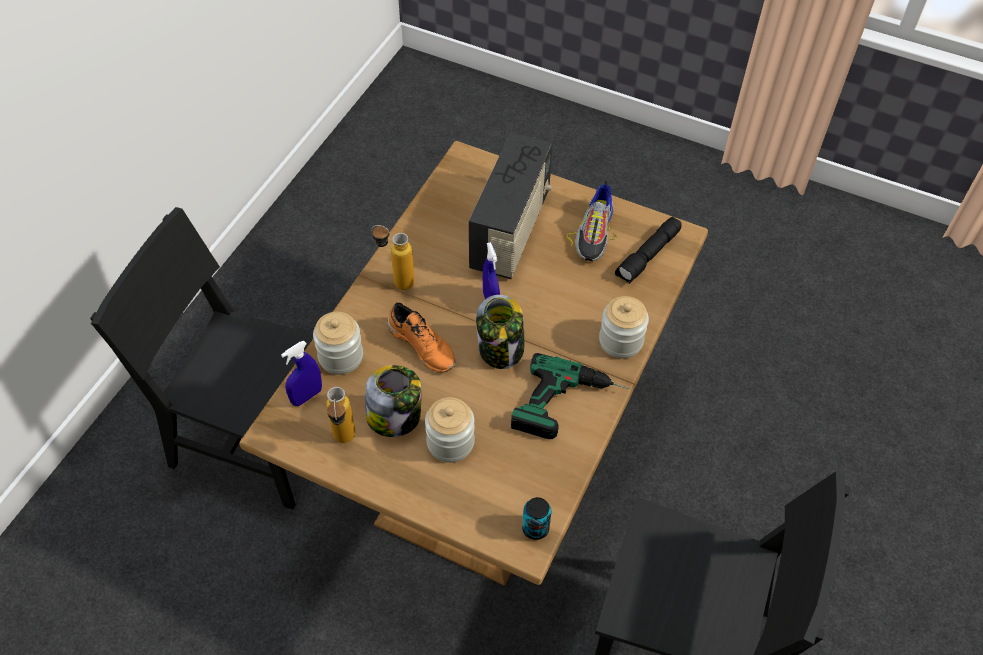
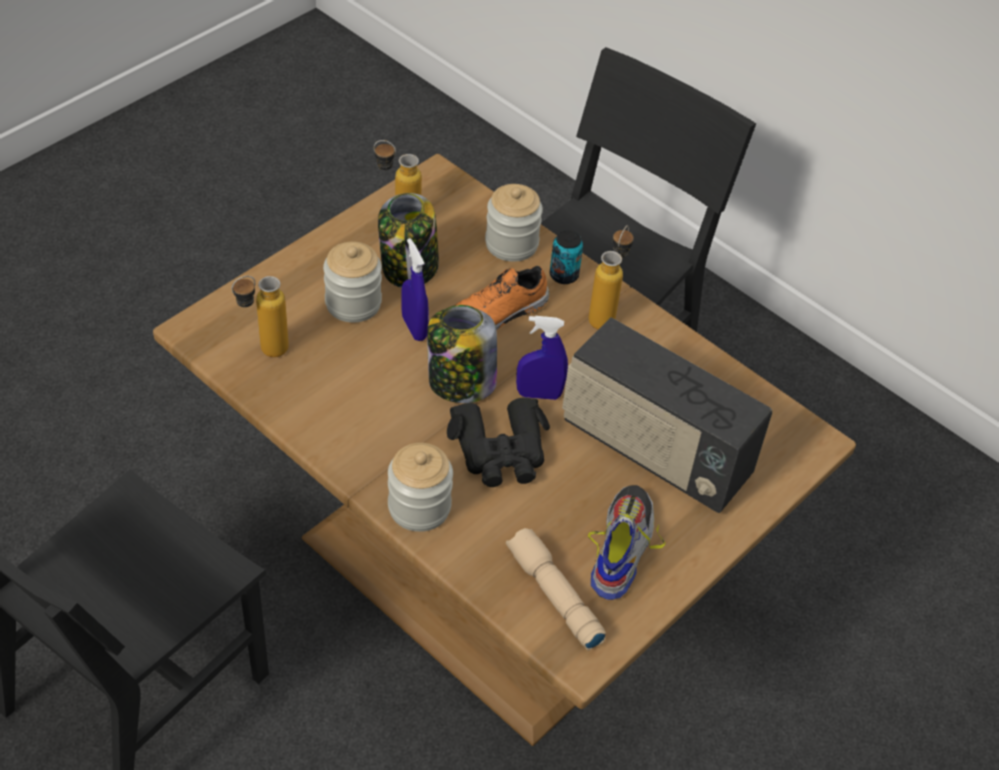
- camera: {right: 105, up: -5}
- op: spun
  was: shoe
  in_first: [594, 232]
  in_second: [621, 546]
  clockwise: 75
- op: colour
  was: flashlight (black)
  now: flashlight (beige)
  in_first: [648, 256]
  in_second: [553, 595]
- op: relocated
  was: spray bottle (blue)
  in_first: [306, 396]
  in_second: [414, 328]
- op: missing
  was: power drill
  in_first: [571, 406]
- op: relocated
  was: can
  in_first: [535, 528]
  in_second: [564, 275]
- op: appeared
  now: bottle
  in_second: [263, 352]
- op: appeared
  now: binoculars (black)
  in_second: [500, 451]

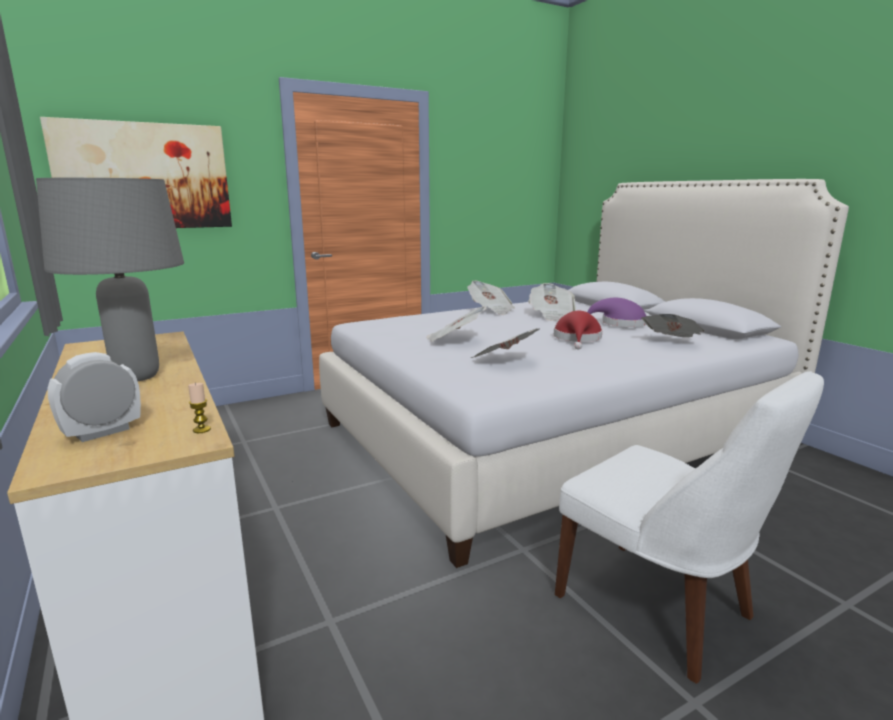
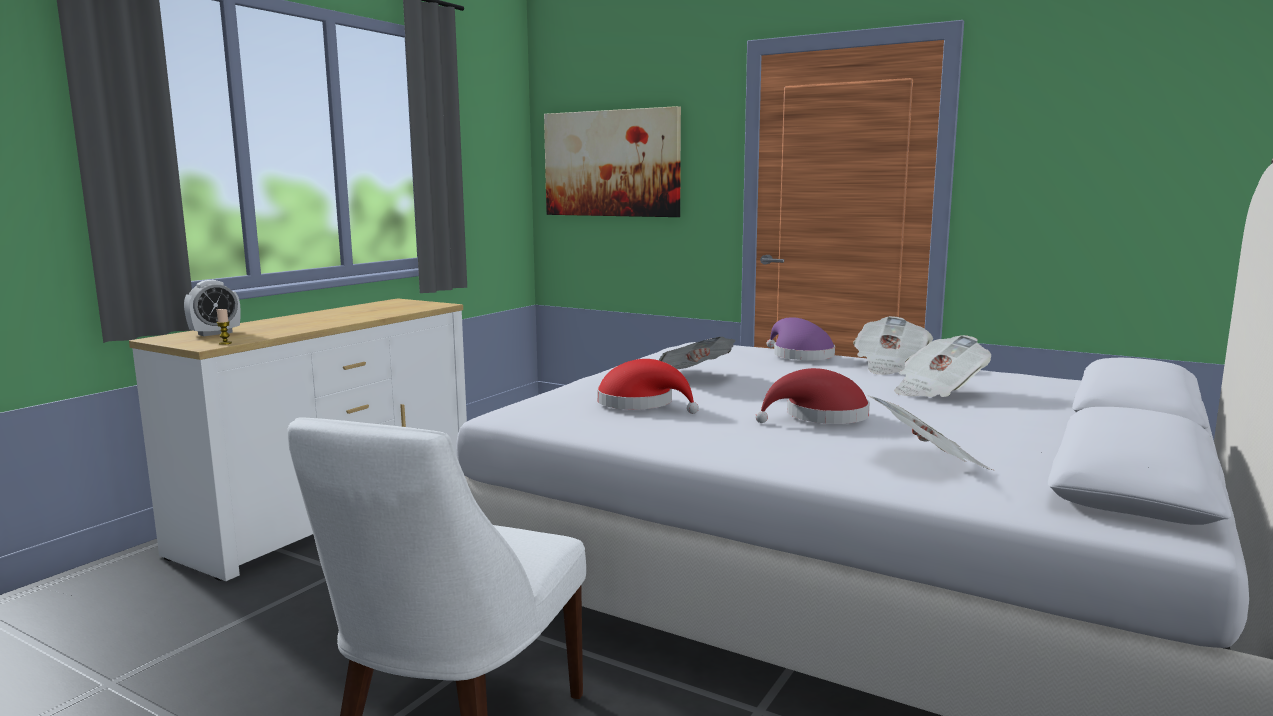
- camera: {right: 60, up: -5}
- op: missing
  was: table lamp (grey)
  in_first: [137, 377]
- op: relocated
  was: hat (purple)
  in_first: [619, 324]
  in_second: [799, 355]
- op: exchanged
  was: newspaper
  now: hat (red)
  in_first: [504, 361]
  in_second: [641, 404]
- op: spun
  was: alarm clock
  in_first: [103, 432]
  in_second: [215, 333]
  clockwise: 120

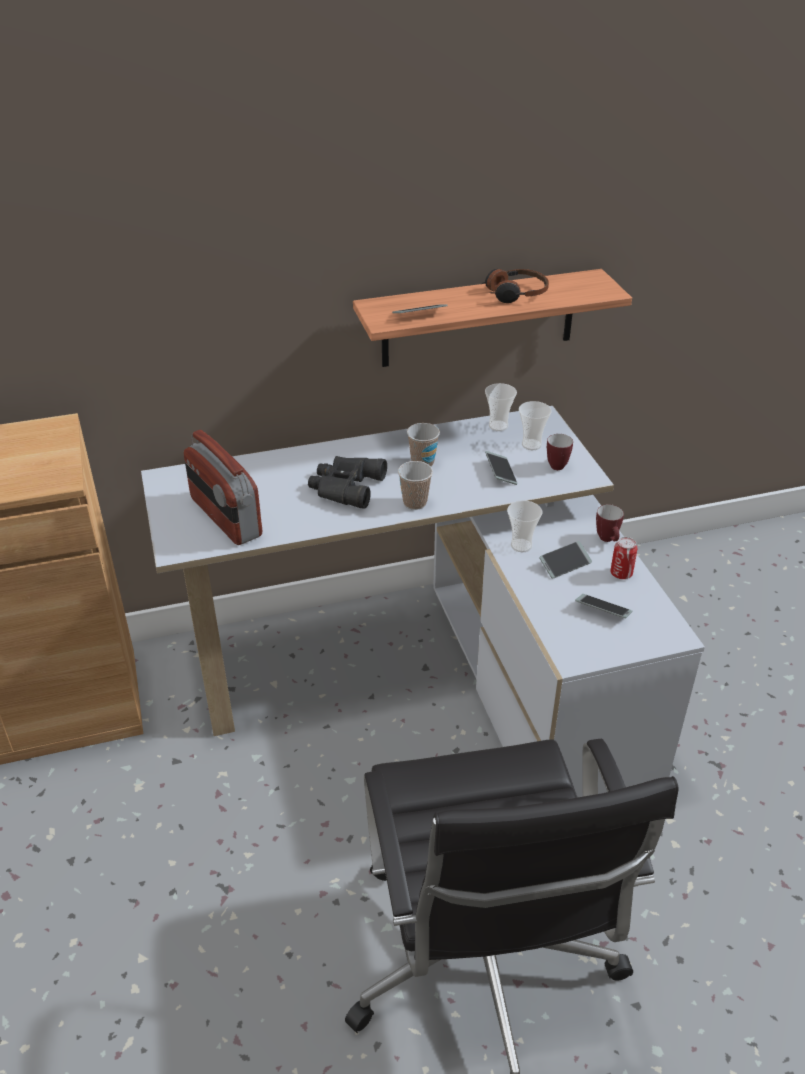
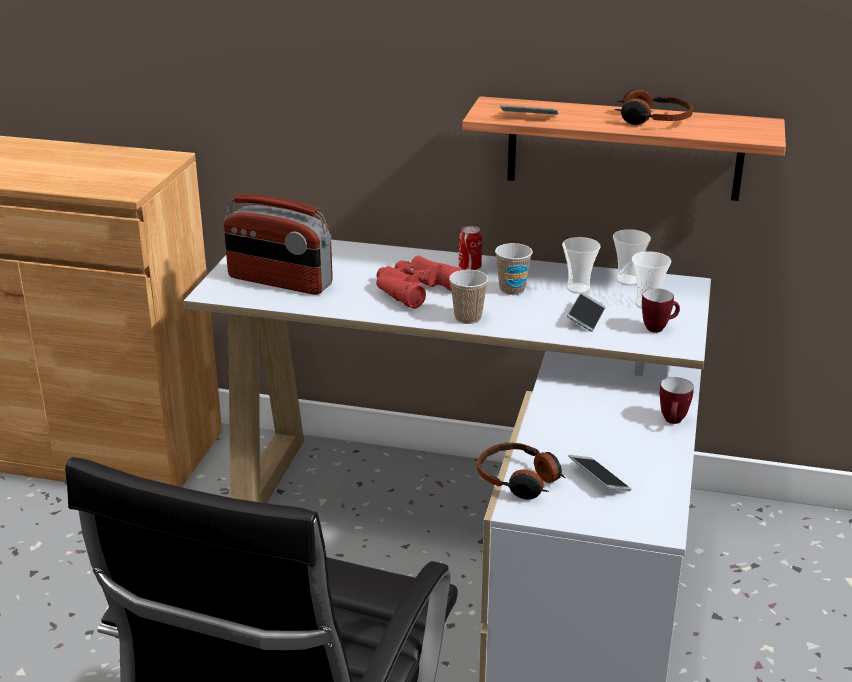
- camera: {right: 30, up: -10}
- op: spun
  was: radio
  in_first: [225, 517]
  in_second: [279, 282]
  clockwise: -60
- op: colour
  was: binoculars (black)
  now: binoculars (red)
  in_first: [344, 487]
  in_second: [413, 288]
- op: relocated
  was: cup
  in_first: [521, 545]
  in_second: [578, 288]
- op: relocated
  was: can
  in_first: [621, 573]
  in_second: [470, 267]
- op: missing
  was: phone
  in_first: [565, 564]
- op: appeared
  now: headphones
  in_second: [519, 480]

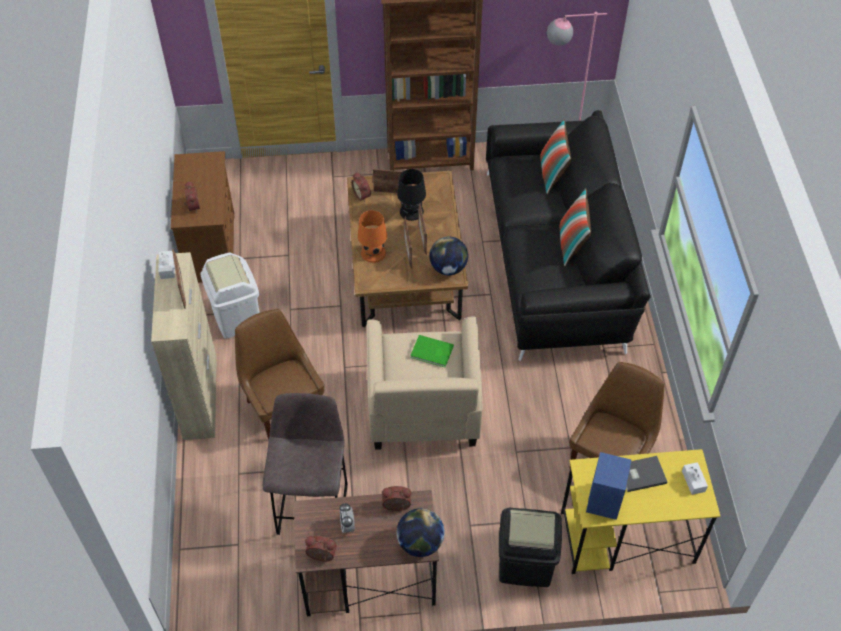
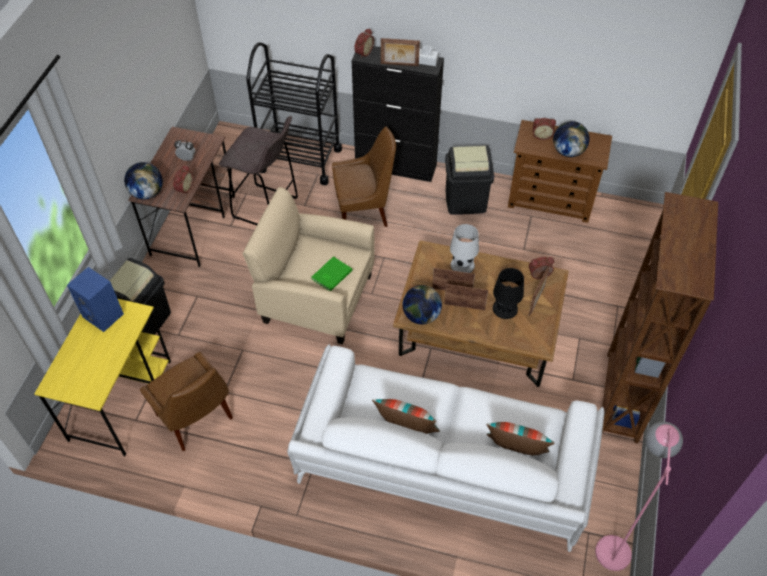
- camera: {right: 110, up: 0}
- op: colour
  was: sofa (black)
  now: sofa (white)
  in_first: [556, 259]
  in_second: [442, 467]
- op: colour
  was: table lamp (orange)
  now: table lamp (white)
  in_first: [373, 253]
  in_second: [462, 265]
- op: colour
  was: cabinet (beige)
  now: cabinet (black)
  in_first: [200, 396]
  in_second: [396, 166]
- op: colour
  was: trash can (white)
  now: trash can (black)
  in_first: [236, 317]
  in_second: [465, 201]
- op: missing
  was: book (grey)
  in_first: [641, 474]
- op: missing
  was: tissue box (white)
  in_first: [693, 481]
- op: relocated
  was: alarm clock
  in_first: [321, 556]
  in_second: [363, 52]
- op: appeared
  now: cart (black)
  in_second: [300, 159]
- op: appeared
  now: globe
  in_second: [568, 152]

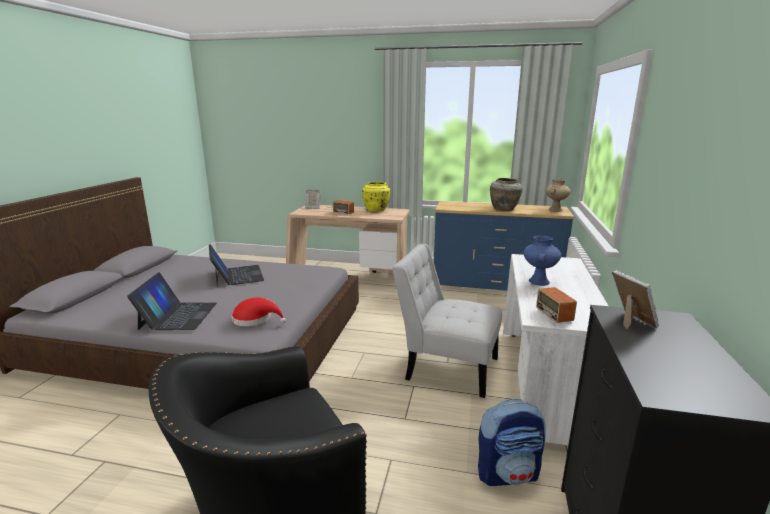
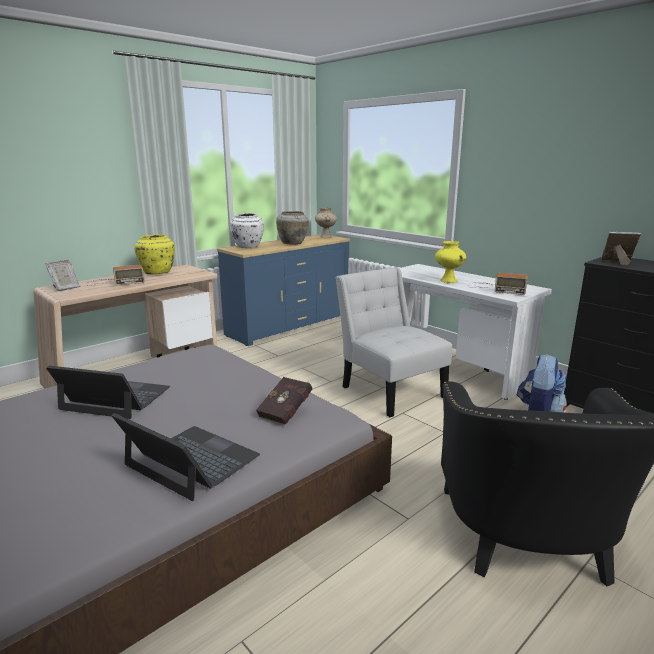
- camera: {right: -55, up: 0}
- op: colour
  was: vase (blue)
  now: vase (yellow)
  in_first: [538, 281]
  in_second: [448, 281]
- op: spun
  was: chair (white)
  in_first: [446, 367]
  in_second: [390, 390]
  clockwise: 90
- op: exchanged
  was: hat (red)
  now: book (red)
  in_first: [255, 319]
  in_second: [287, 412]
- op: appeared
  now: vase (white)
  in_second: [247, 247]

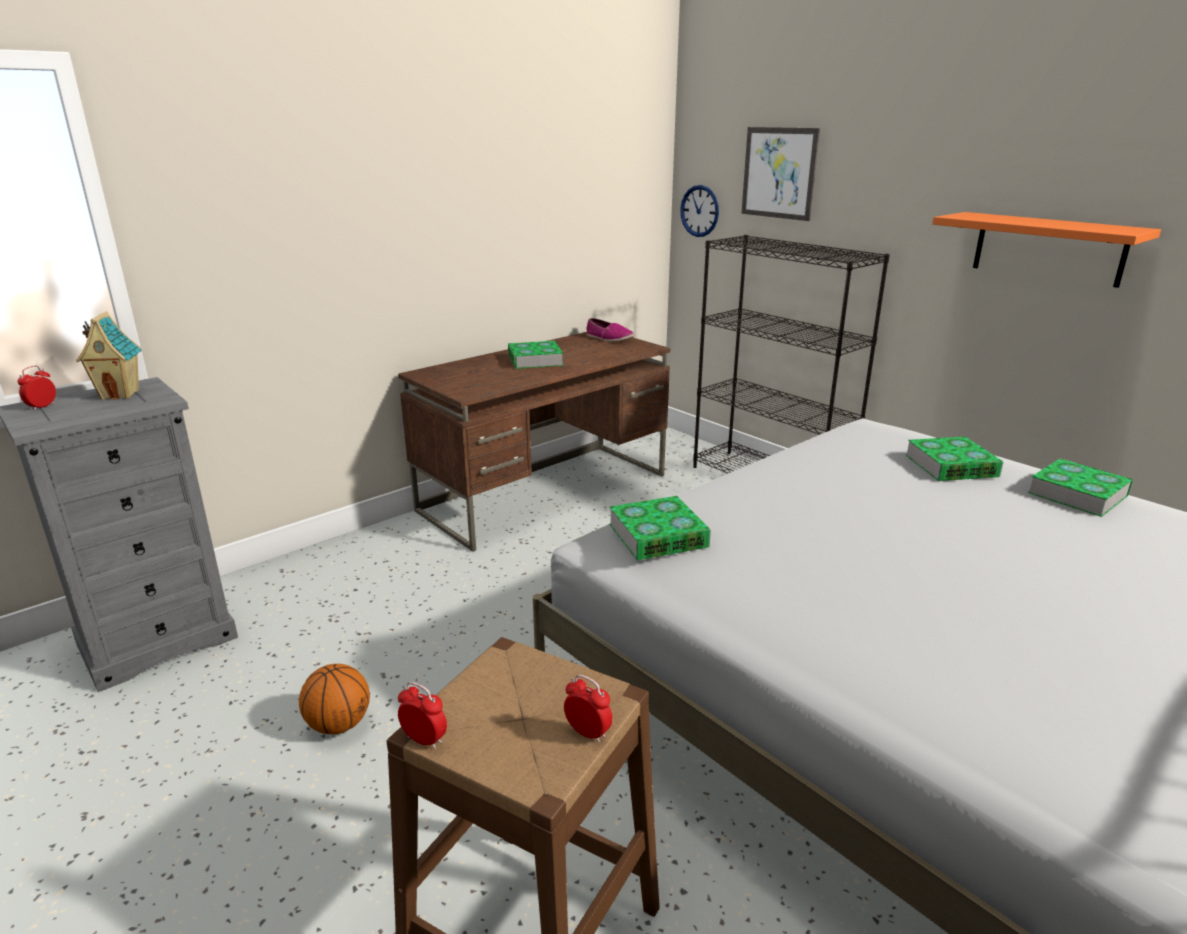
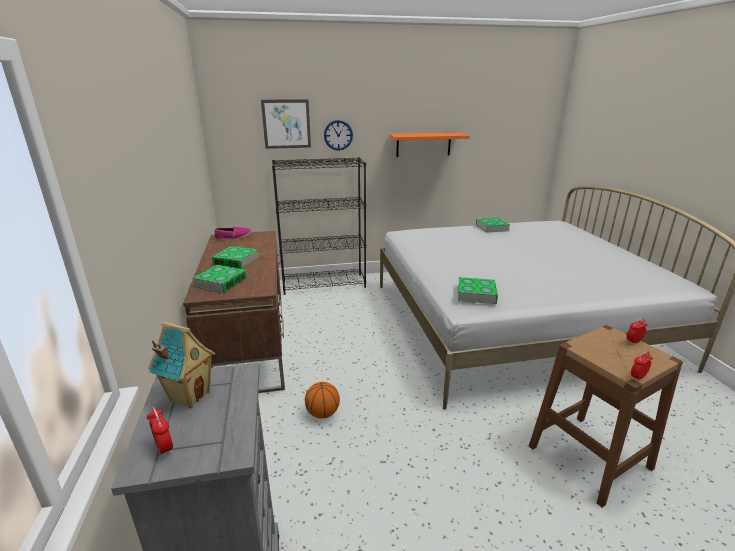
- camera: {right: -60, up: 0}
- op: relocated
  was: wall clock
  in_first: [699, 211]
  in_second: [338, 135]
- op: relocated
  was: book
  in_first: [951, 466]
  in_second: [221, 282]
- op: relocated
  was: basketball
  in_first: [339, 725]
  in_second: [322, 413]

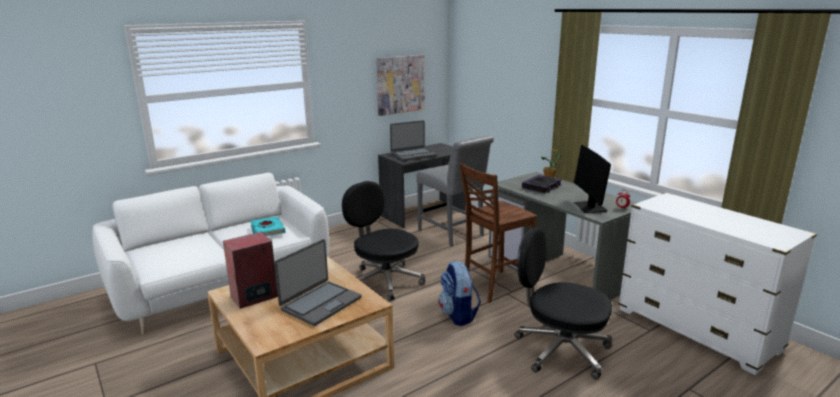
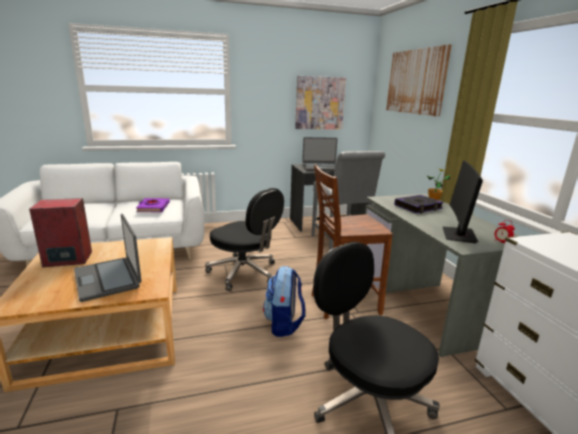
- camera: {right: 20, up: 0}
- op: spun
  was: office chair (black)
  in_first: [384, 281]
  in_second: [244, 273]
  clockwise: 150
- op: colour
  was: book (turquoise)
  now: book (purple)
  in_first: [267, 230]
  in_second: [153, 207]
- op: spun
  was: laptop
  in_first: [320, 303]
  in_second: [108, 279]
  clockwise: 90
- op: appeared
  now: picture
  in_second: [415, 82]

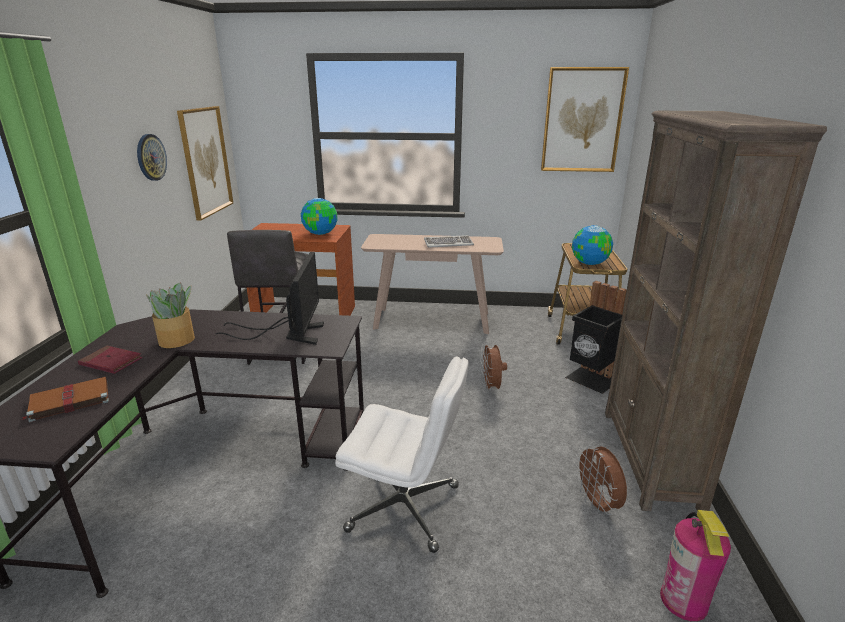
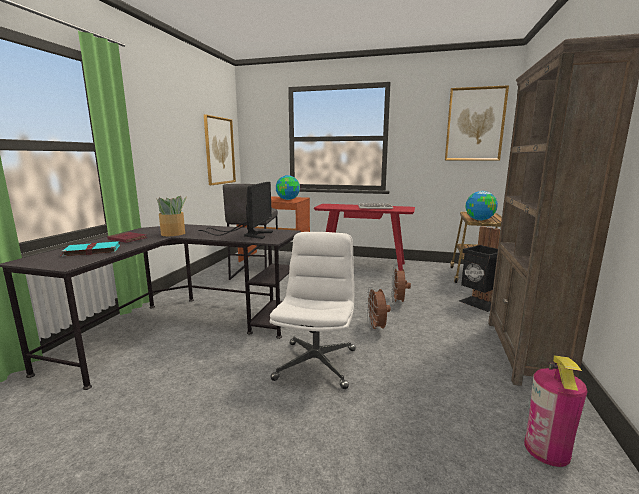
- camera: {right: 10, up: -10}
- op: missing
  was: wall clock
  in_first: [151, 157]
- op: colour
  was: console table (beige)
  now: console table (red)
  in_first: [432, 320]
  in_second: [362, 265]
- op: spun
  was: office chair (white)
  in_first: [405, 508]
  in_second: [316, 363]
  clockwise: -105
- op: colour
  was: book (brown)
  now: book (turquoise)
  in_first: [68, 401]
  in_second: [91, 251]
- op: relocated
  was: fan (brown)
  in_first: [597, 504]
  in_second: [376, 329]

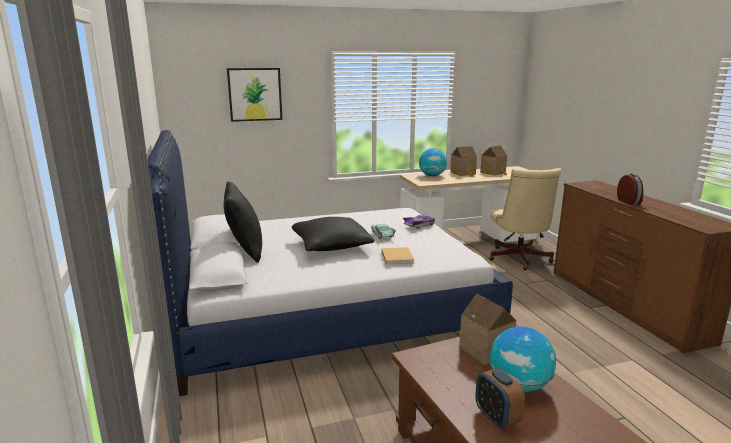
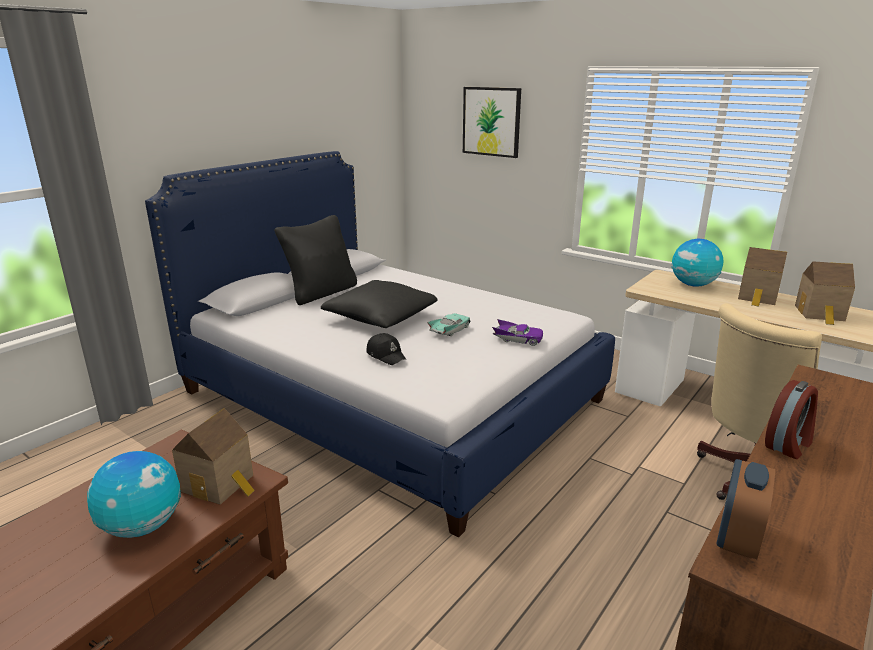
- camera: {right: 55, up: 5}
- op: exchanged
  was: book (beige)
  now: cap (black)
  in_first: [397, 257]
  in_second: [386, 355]
- op: relocated
  was: alarm clock
  in_first: [496, 418]
  in_second: [737, 539]

